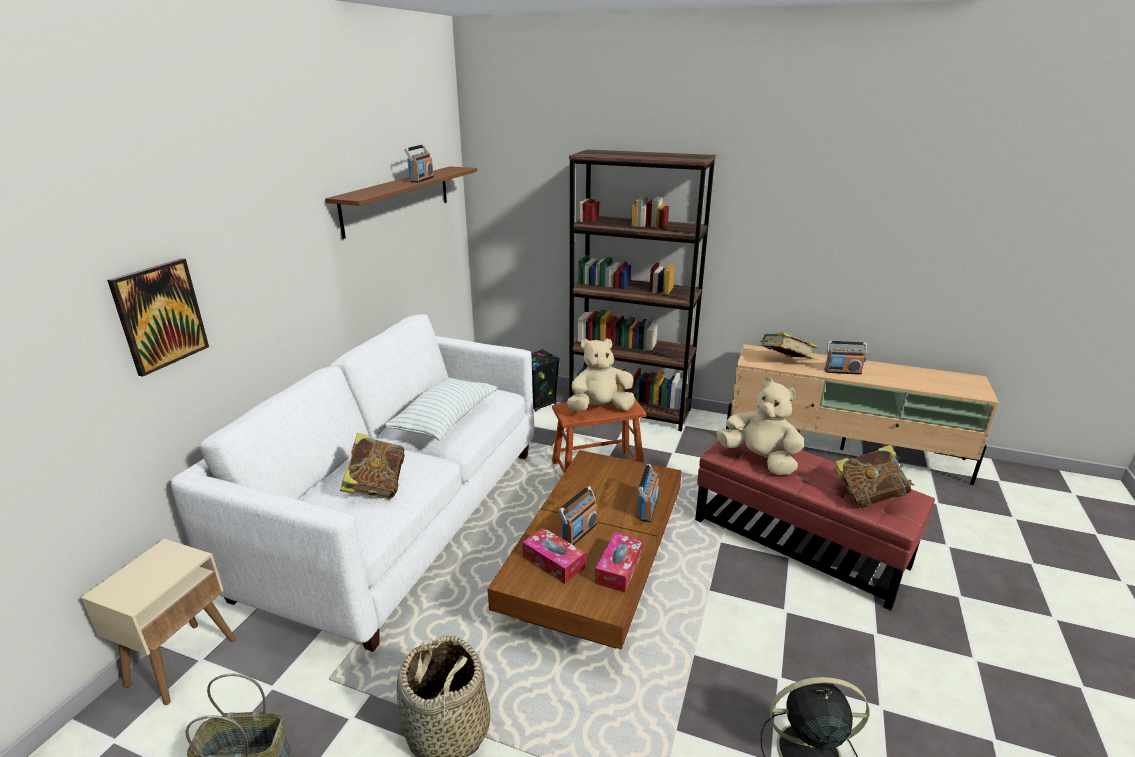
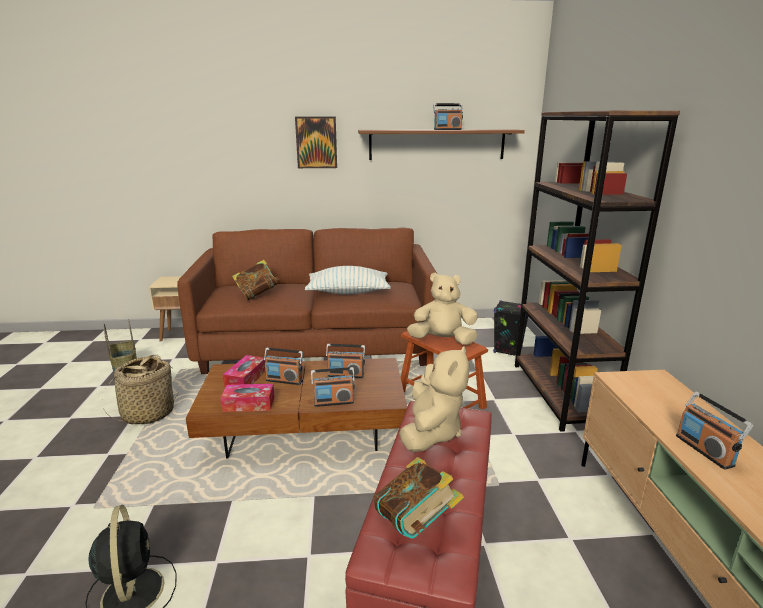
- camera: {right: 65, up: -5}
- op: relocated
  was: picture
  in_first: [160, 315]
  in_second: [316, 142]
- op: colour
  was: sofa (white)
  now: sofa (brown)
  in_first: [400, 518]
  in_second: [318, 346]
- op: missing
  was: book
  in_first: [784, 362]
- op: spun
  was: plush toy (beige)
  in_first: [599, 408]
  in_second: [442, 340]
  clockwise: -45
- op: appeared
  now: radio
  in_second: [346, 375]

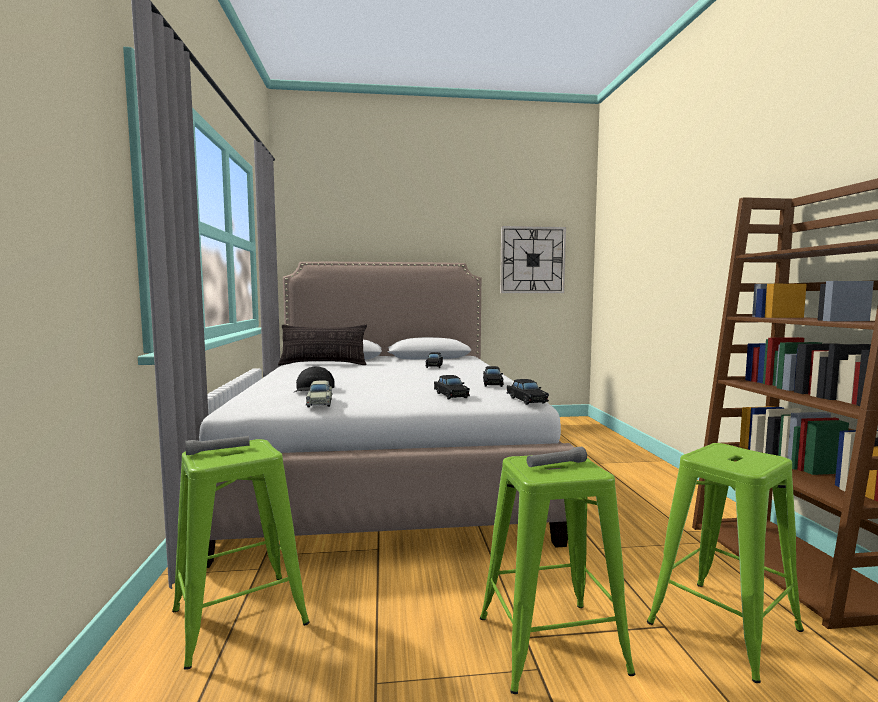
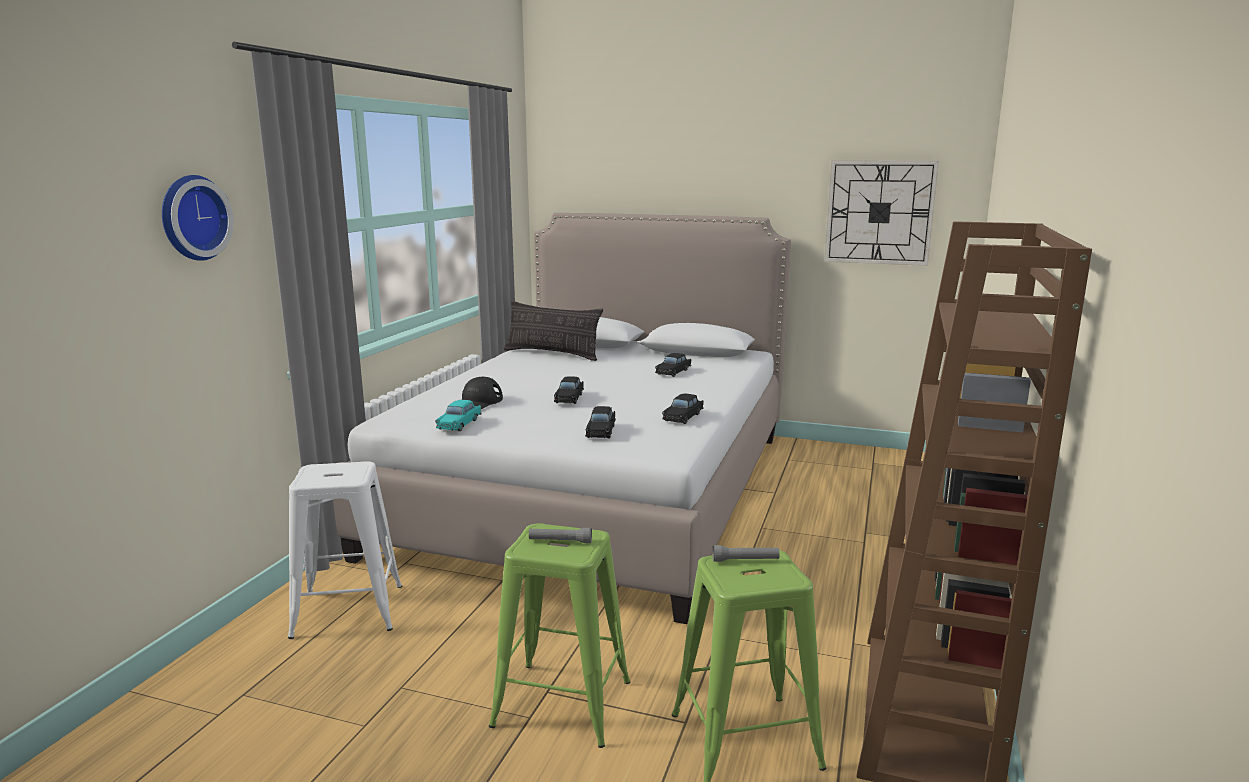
- camera: {right: 25, up: 10}
- op: relocated
  was: toy car (black)
  in_first: [526, 400]
  in_second: [569, 398]
- op: colour
  was: toy car (beige)
  now: toy car (turquoise)
  in_first: [320, 402]
  in_second: [459, 424]
- op: relocated
  was: flashlight (grey)
  in_first: [218, 451]
  in_second: [745, 560]
- op: colour
  was: stool (green)
  now: stool (white)
  in_first: [238, 617]
  in_second: [347, 611]
- op: appeared
  now: wall clock
  in_second: [191, 218]

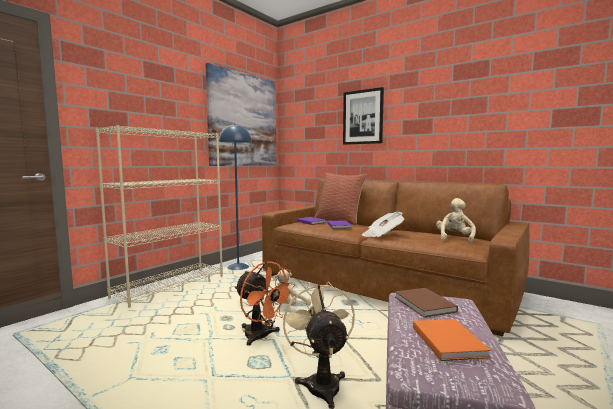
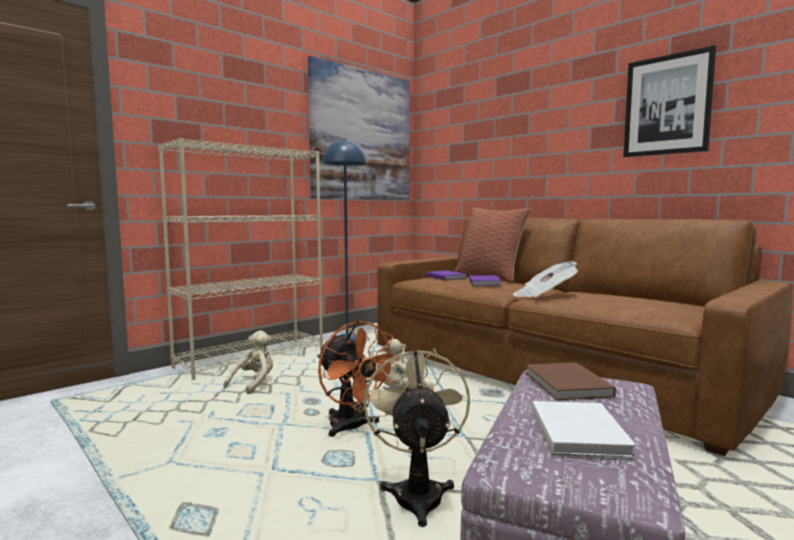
- camera: {right: 10, up: 0}
- op: relocated
  was: picture
  in_first: [363, 117]
  in_second: [667, 105]
- op: relocated
  was: plush toy (beige)
  in_first: [454, 238]
  in_second: [254, 384]
- op: colour
  was: book (orange)
  now: book (white)
  in_first: [448, 341]
  in_second: [579, 431]

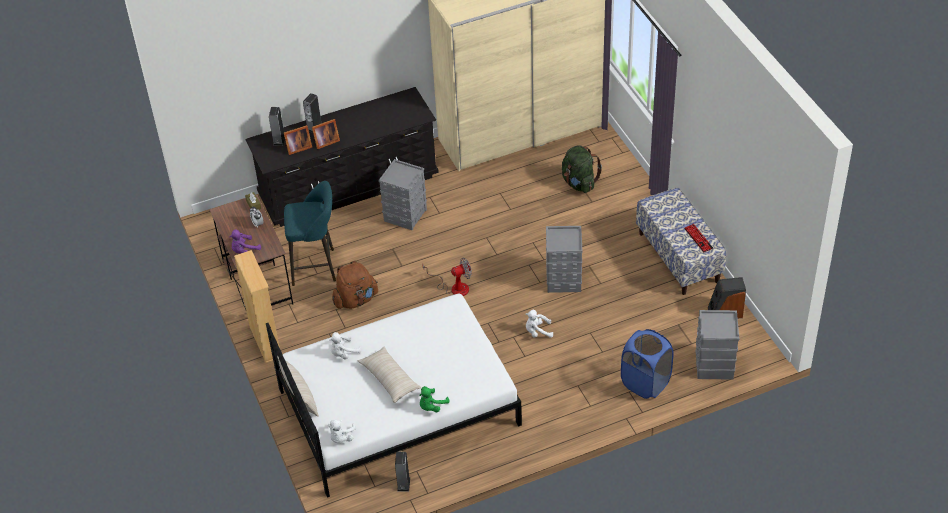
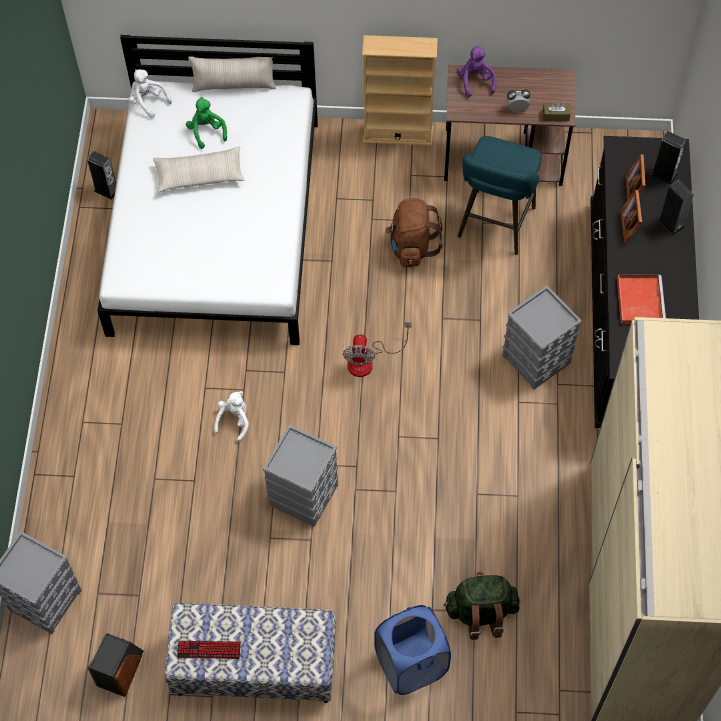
- camera: {right: 115, up: 15}
- op: relocated
  was: laundry basket (blue)
  in_first: [645, 383]
  in_second: [411, 664]
- op: missing
  was: plush toy (white)
  in_first: [343, 353]
- op: relocated
  was: plush toy (green)
  in_first: [431, 406]
  in_second: [206, 131]
- op: appeared
  now: tray (red)
  in_second: [639, 300]

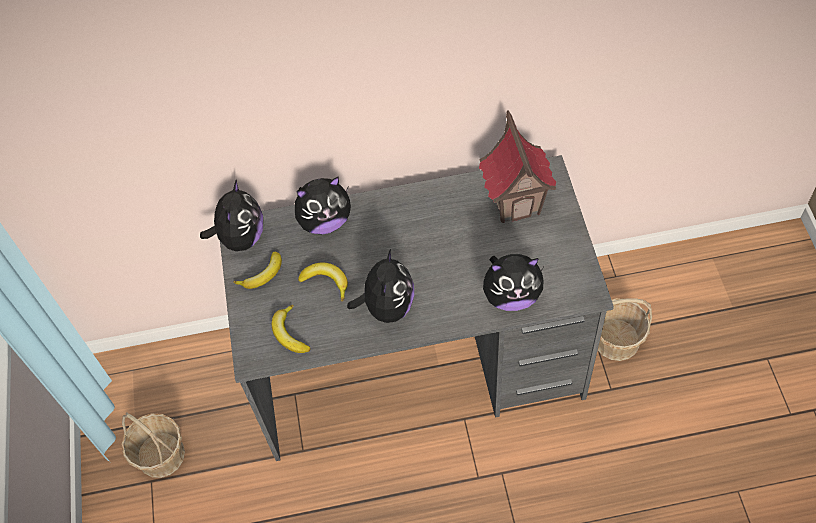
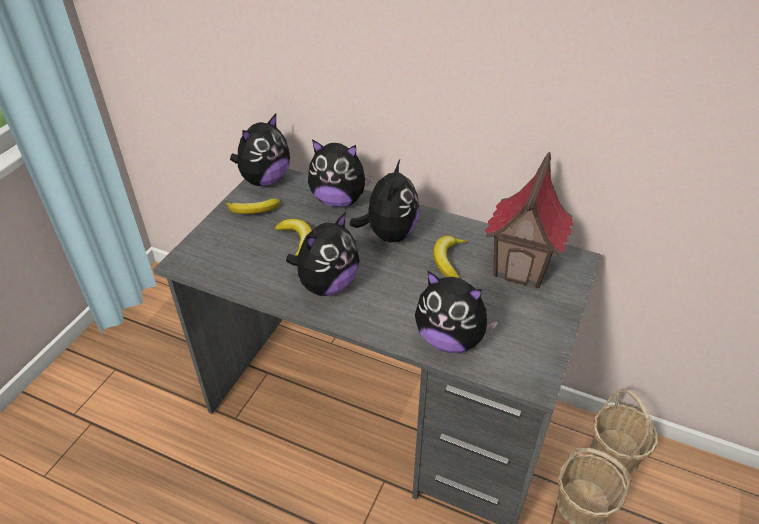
- camera: {right: 30, up: -15}
- op: relocated
  was: banana
  in_first: [289, 333]
  in_second: [448, 260]
- op: relocated
  was: basket
  in_first: [161, 454]
  in_second: [615, 451]
- op: appeared
  now: plush toy
  in_second: [389, 234]

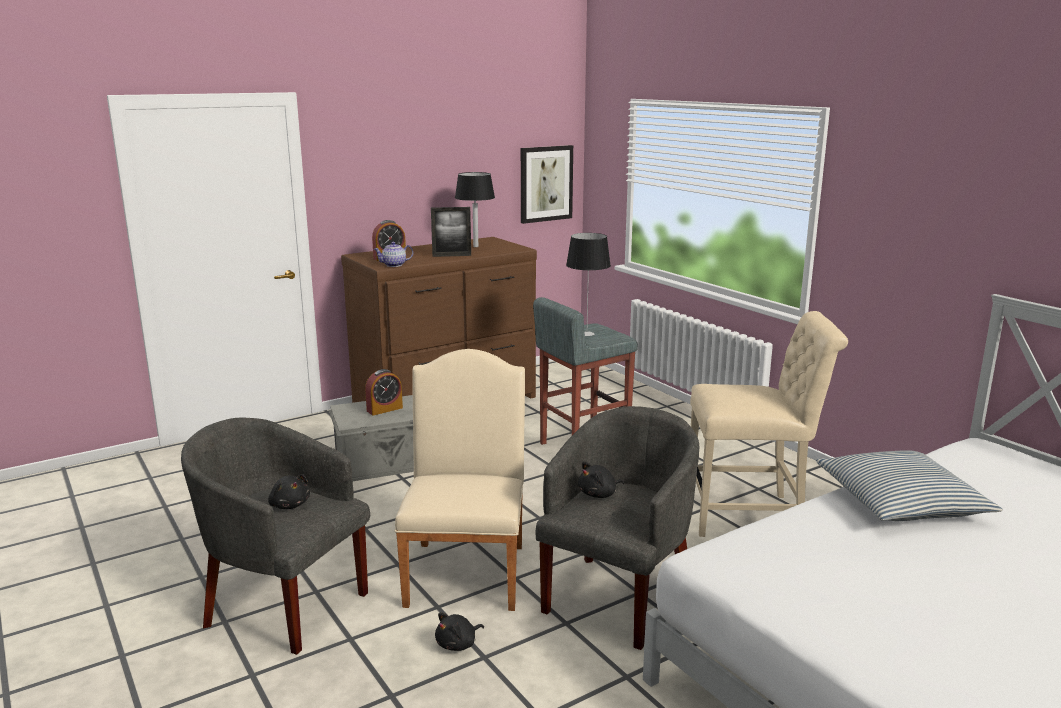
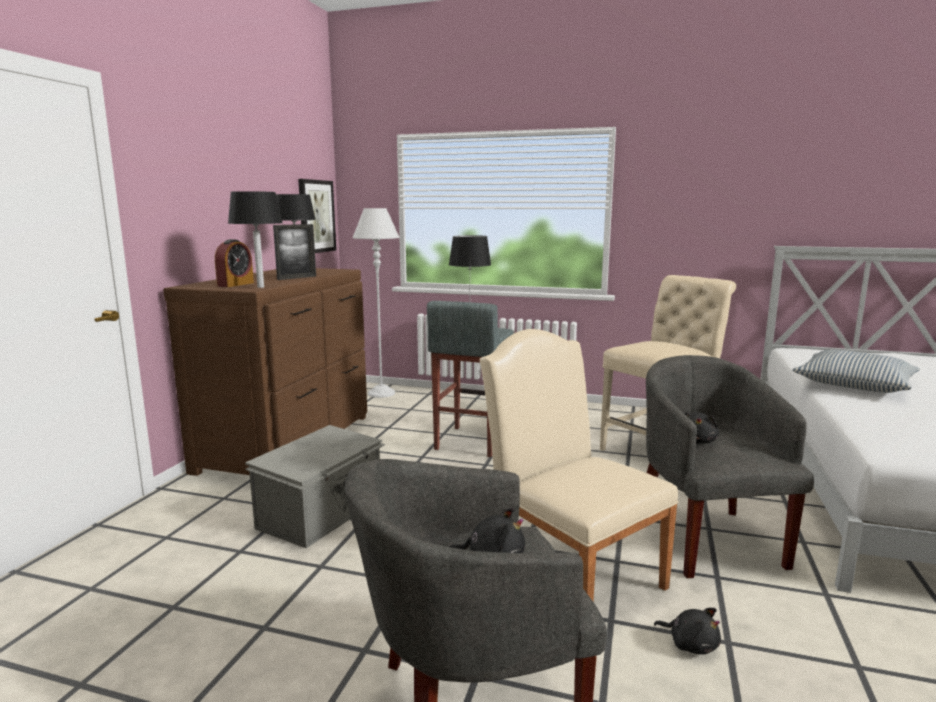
- camera: {right: -40, up: -5}
- op: exchanged
  was: teapot
  now: table lamp (black)
  in_first: [394, 265]
  in_second: [261, 287]
- op: missing
  was: alarm clock
  in_first: [384, 409]
- op: spun
  was: plush toy (black)
  in_first: [458, 644]
  in_second: [690, 644]
  clockwise: -60
- op: appeared
  now: floor lamp (grey)
  in_second: [381, 393]

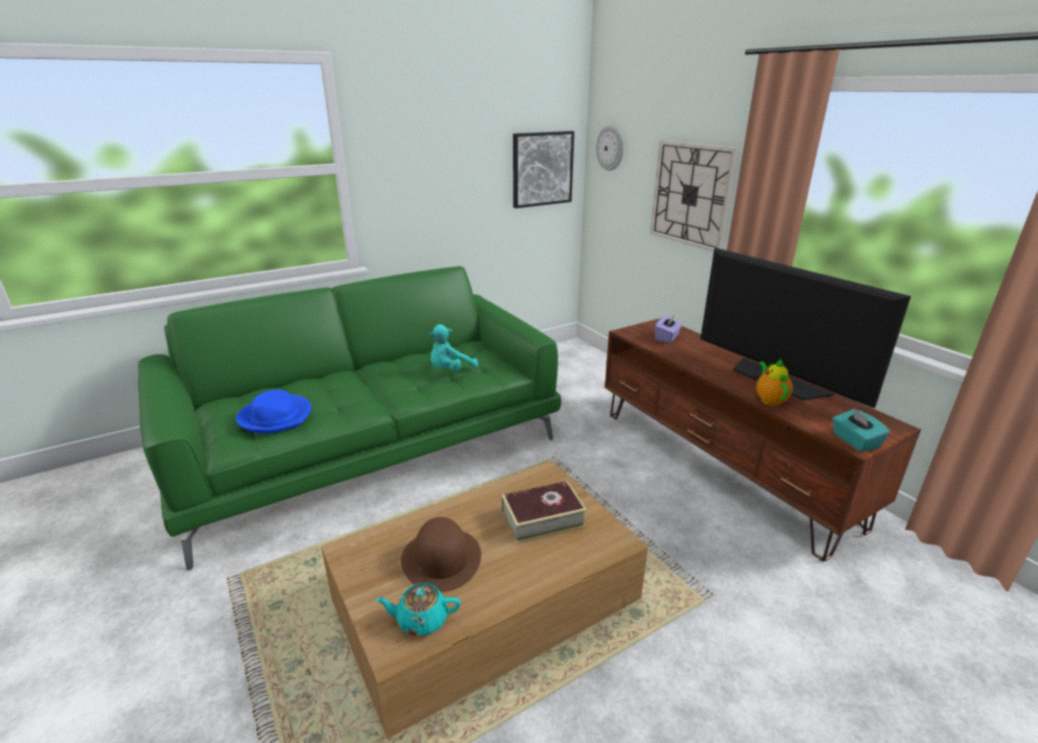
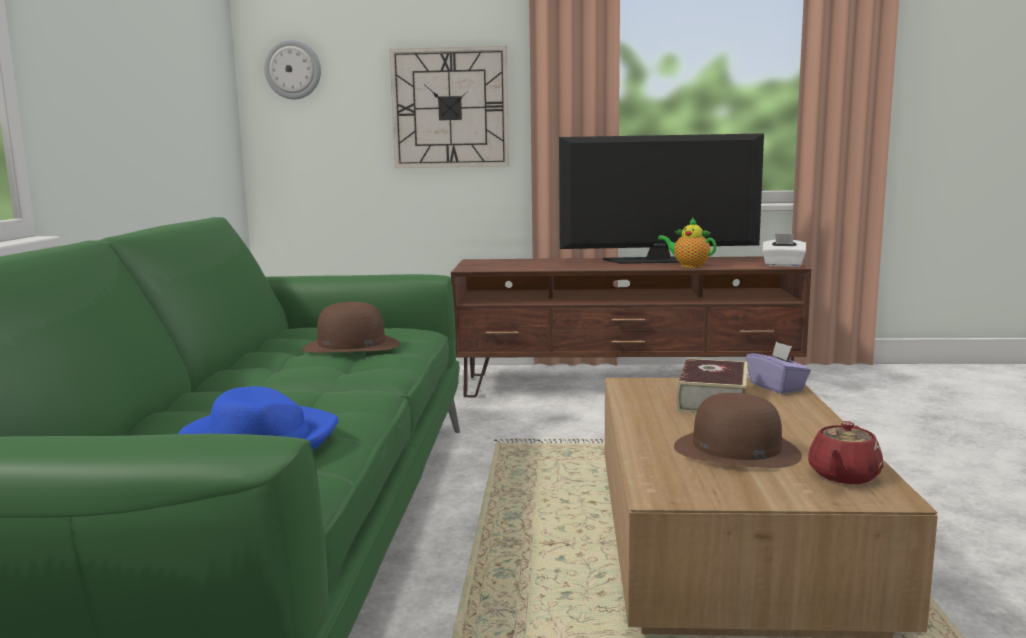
- camera: {right: -55, up: -15}
- op: missing
  was: picture
  in_first: [542, 169]
- op: relocated
  was: tissue box (purple)
  in_first: [667, 338]
  in_second: [777, 387]
- op: exchanged
  was: plush toy (turquoise)
  now: hat (brown)
  in_first: [450, 370]
  in_second: [351, 346]
- op: colour
  was: tissue box (turquoise)
  now: tissue box (white)
  in_first: [854, 441]
  in_second: [783, 265]
- op: colour
  was: teapot (turquoise)
  now: teapot (red)
  in_first: [421, 620]
  in_second: [843, 476]

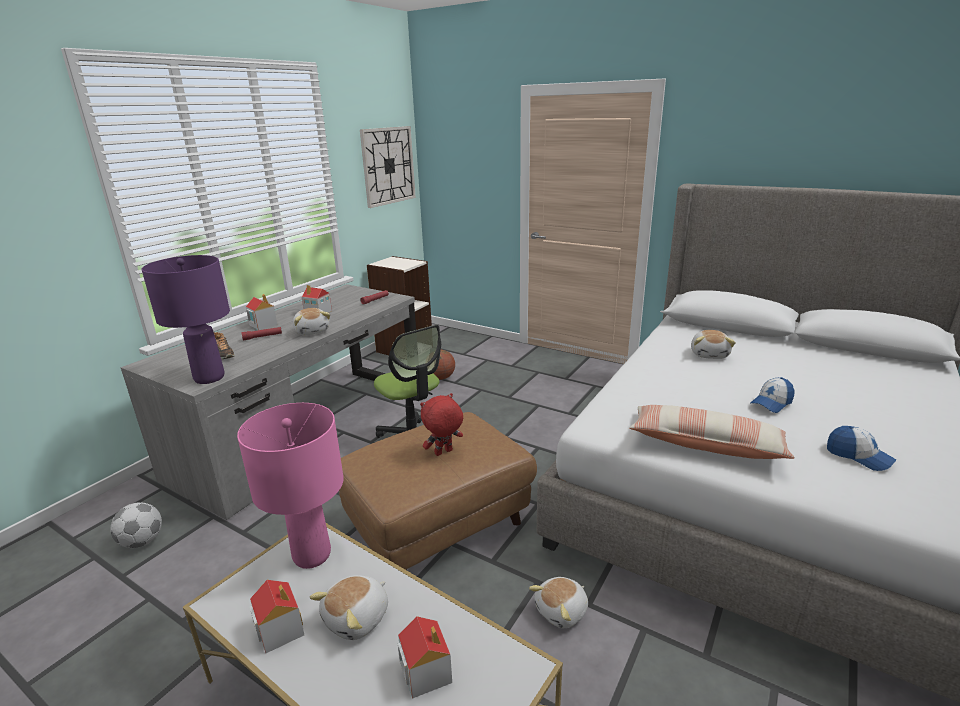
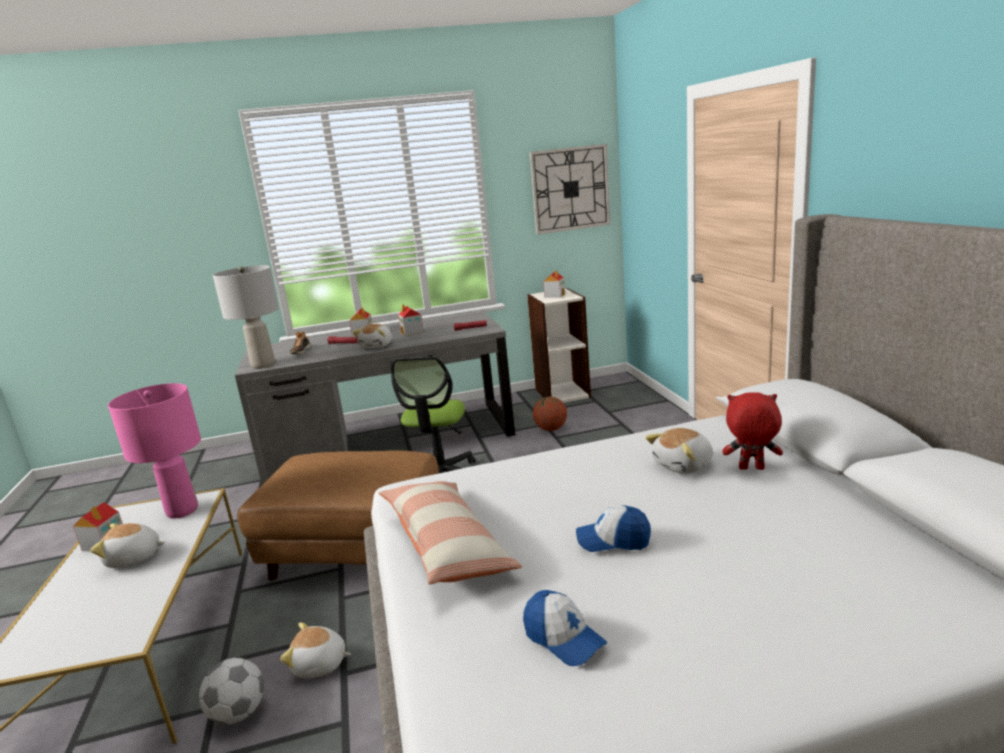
- camera: {right: 45, up: -5}
- op: colour
  was: table lamp (purple)
  now: table lamp (grey)
  in_first: [209, 378]
  in_second: [263, 365]
- op: relocated
  was: plush toy (red)
  in_first: [443, 453]
  in_second: [751, 469]
- op: spun
  was: cap
  in_first: [858, 456]
  in_second: [563, 638]
  clockwise: -45
- op: relocated
  was: football
  in_first: [143, 541]
  in_second: [239, 713]
- op: relocated
  was: toy house
  in_first: [426, 671]
  in_second: [554, 295]

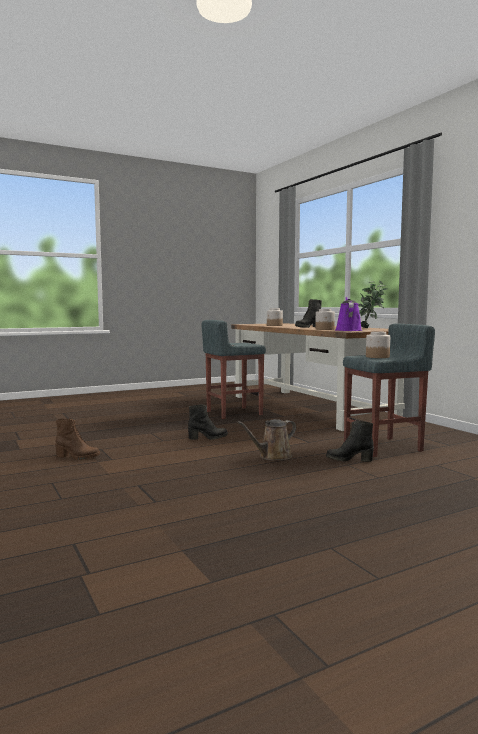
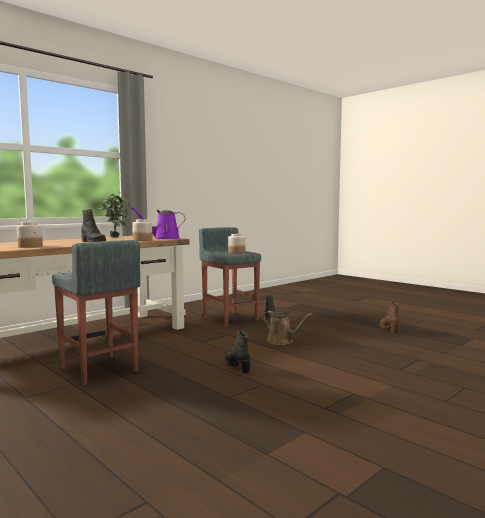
- camera: {right: -105, up: 0}
- op: relocated
  was: boot (brown)
  in_first: [77, 457]
  in_second: [390, 329]

